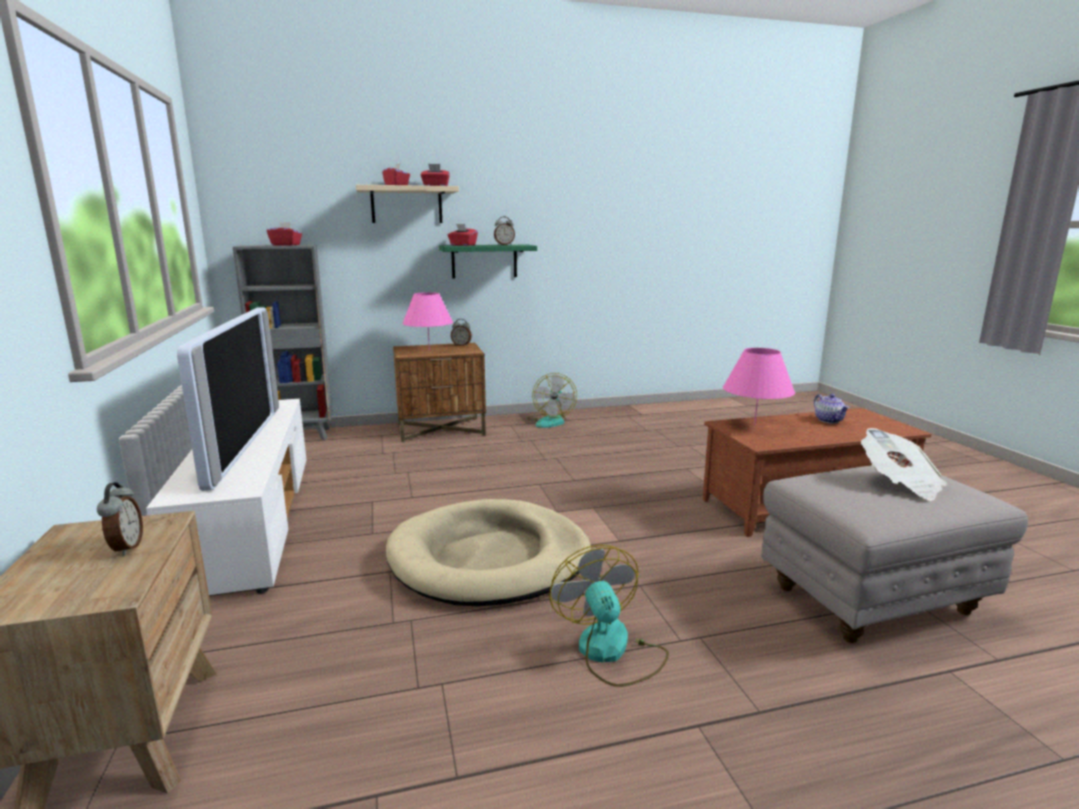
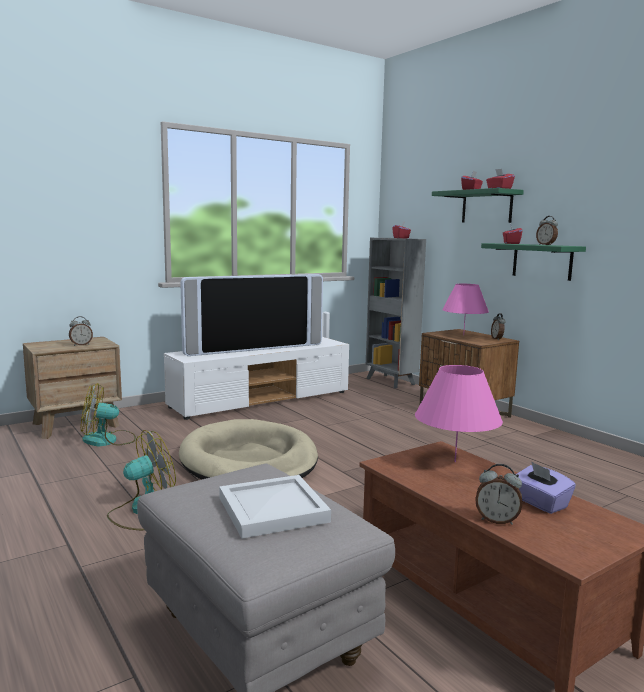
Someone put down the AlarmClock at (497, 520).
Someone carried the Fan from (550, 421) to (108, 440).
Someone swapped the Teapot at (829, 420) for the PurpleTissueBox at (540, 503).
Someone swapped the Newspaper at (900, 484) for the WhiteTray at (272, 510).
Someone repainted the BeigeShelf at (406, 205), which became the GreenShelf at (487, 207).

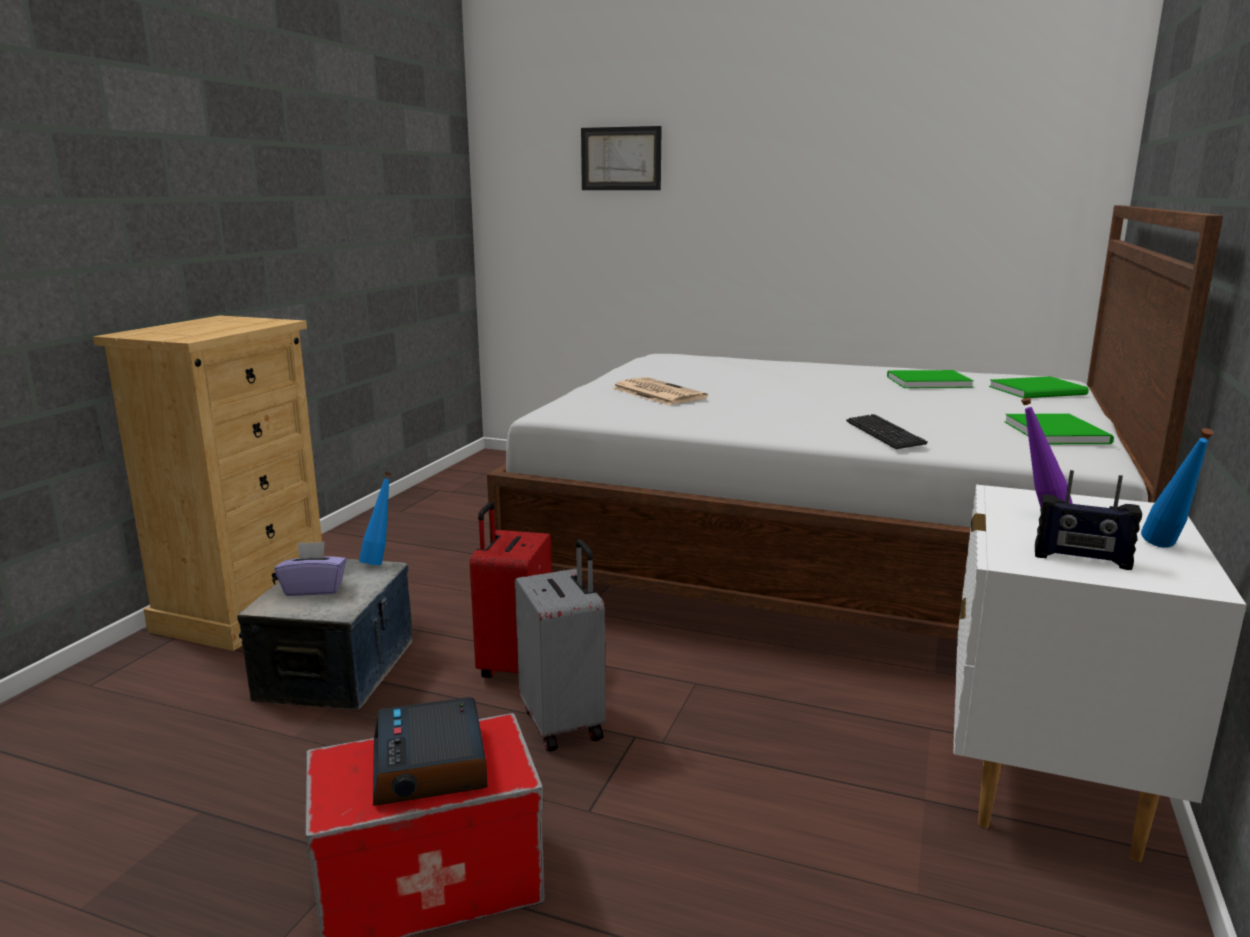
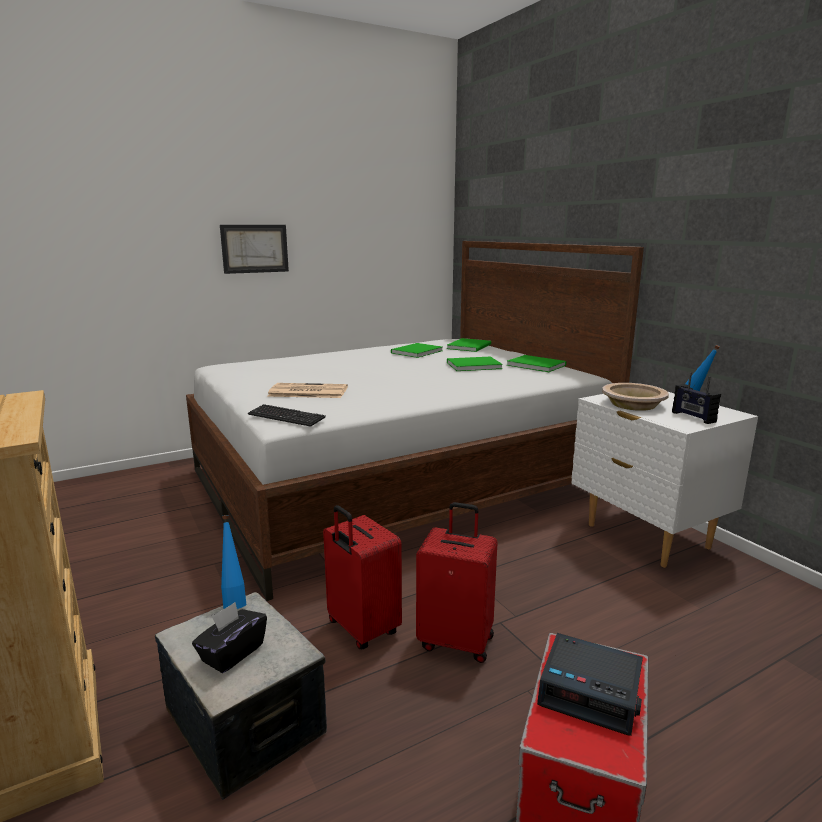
Someone put down the GreenBook at (472, 365).
Someone carried the Picture from (621, 158) to (255, 248).
Someone carried the Keyboard from (884, 434) to (286, 417).
Someone swapped the PurpleBottle at (1038, 515) for the BeigeBowl at (633, 404).
Someone repainted the PurpleTissueBox at (314, 589), which became the BlackTissueBox at (232, 653).
Someone repainted the GreySuitcase at (564, 723), which became the RedSuitcase at (456, 641).
Someone rotated the Radio at (1081, 559) by 90 degrees clockwise.

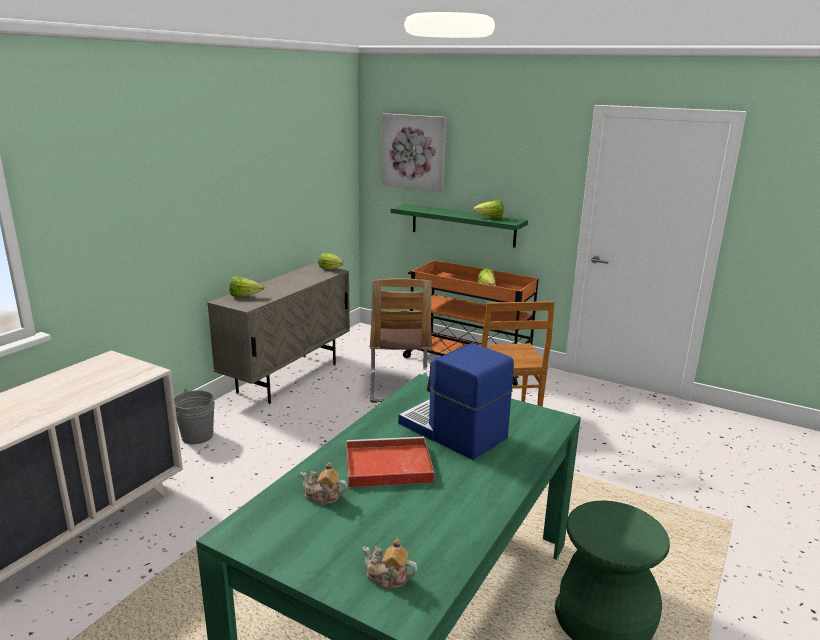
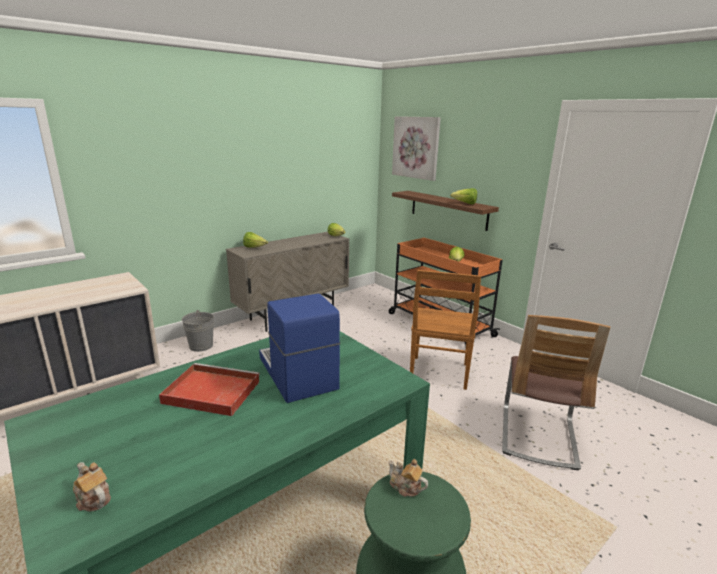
Someone carried the Teapot from (323, 497) to (405, 487).
Someone carried the Chair from (399, 387) to (538, 436).
Someone repainted the GreenShelf at (463, 225), which became the BrownShelf at (448, 210).

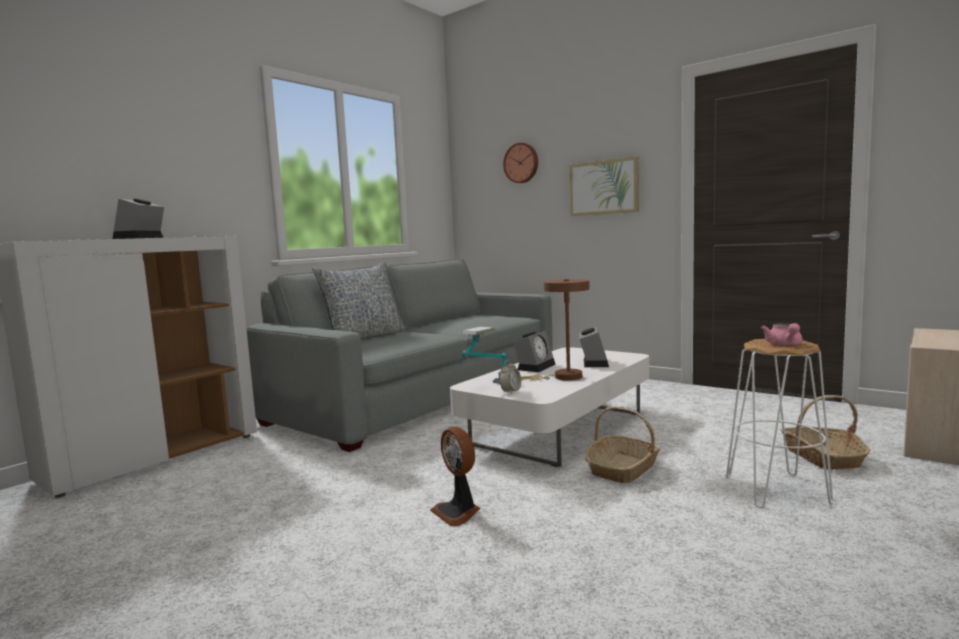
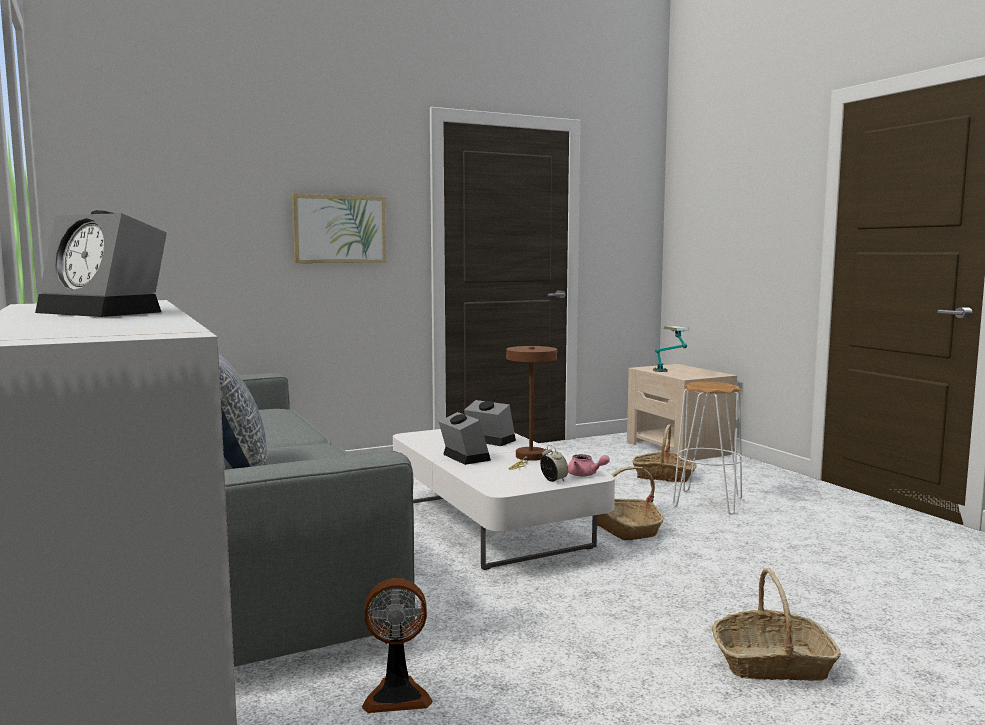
Someone took away the WallClock at (521, 163).
Someone put down the Basket at (772, 663).
Someone carried the Fan from (458, 512) to (397, 695).
Someone carried the TableLamp from (487, 387) to (670, 373).
Someone carried the PinkTeapot from (784, 345) to (585, 475).

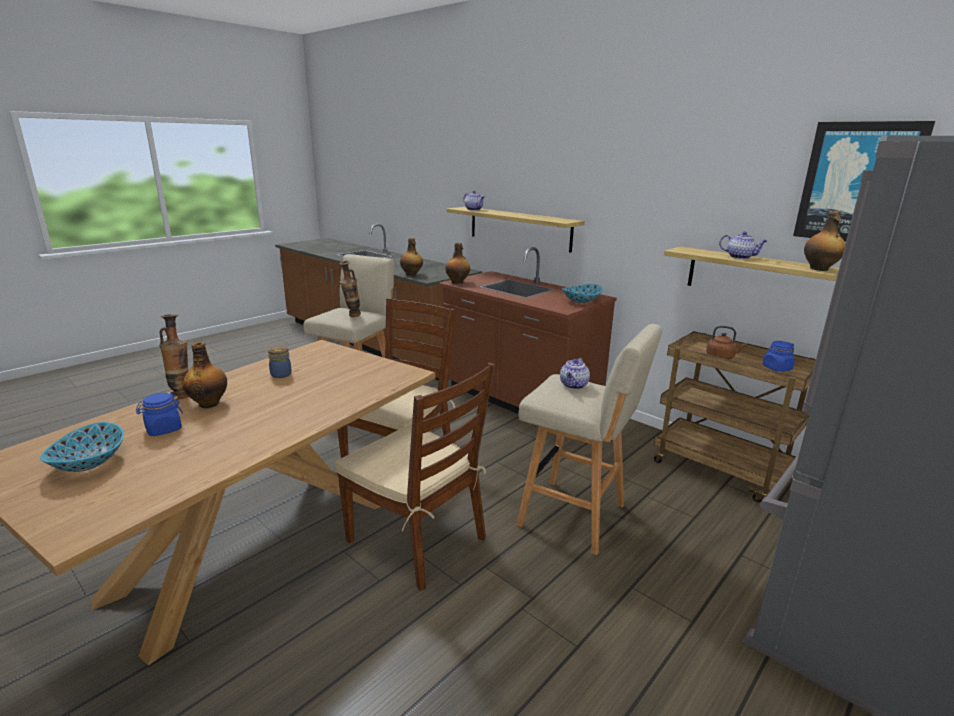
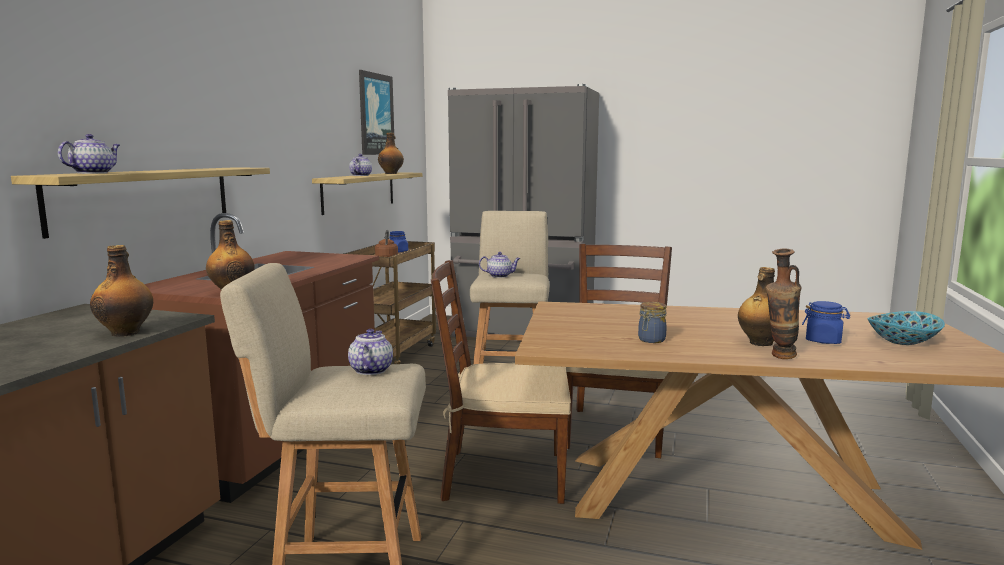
Someone took away the Bowl at (580, 301).
Someone swapped the Vase at (352, 316) for the Teapot at (371, 370).

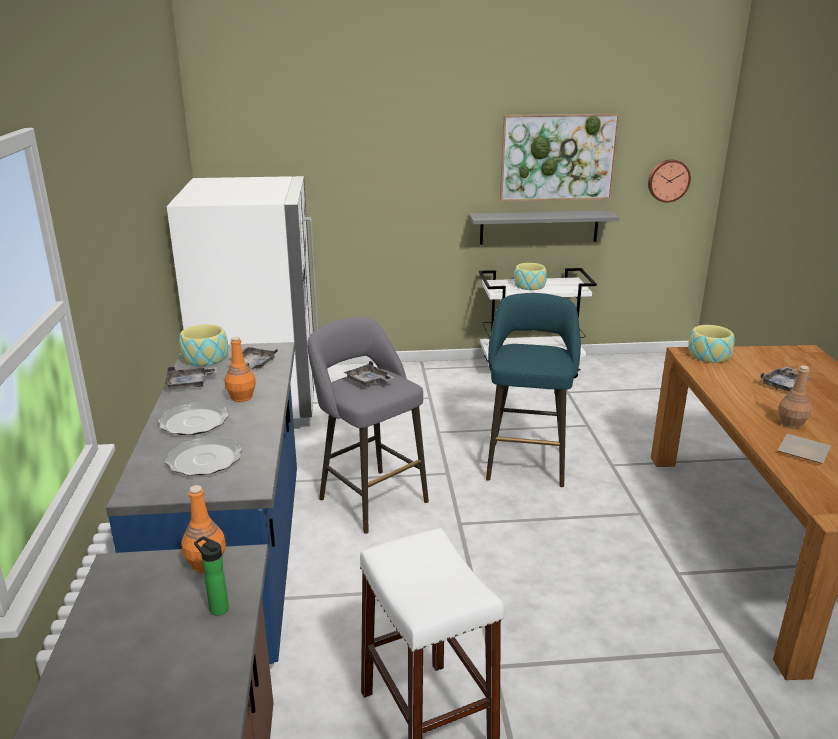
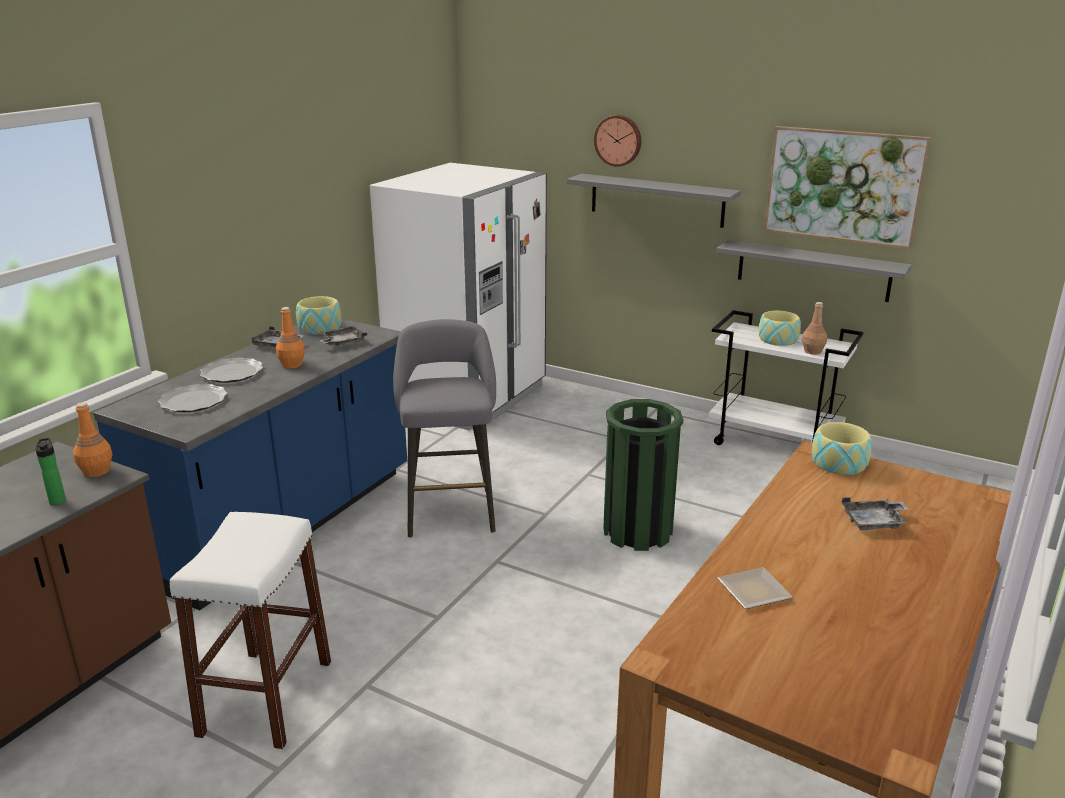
Someone took away the GreyTray at (369, 381).
Someone put up the GreyShelf at (656, 200).
Someone carried the WallClock from (668, 180) to (618, 140).
Someone carried the BrownBottle from (791, 423) to (812, 351).
Someone swapped the TurquoiseStool at (526, 461) for the GreenTrashCan at (637, 531).

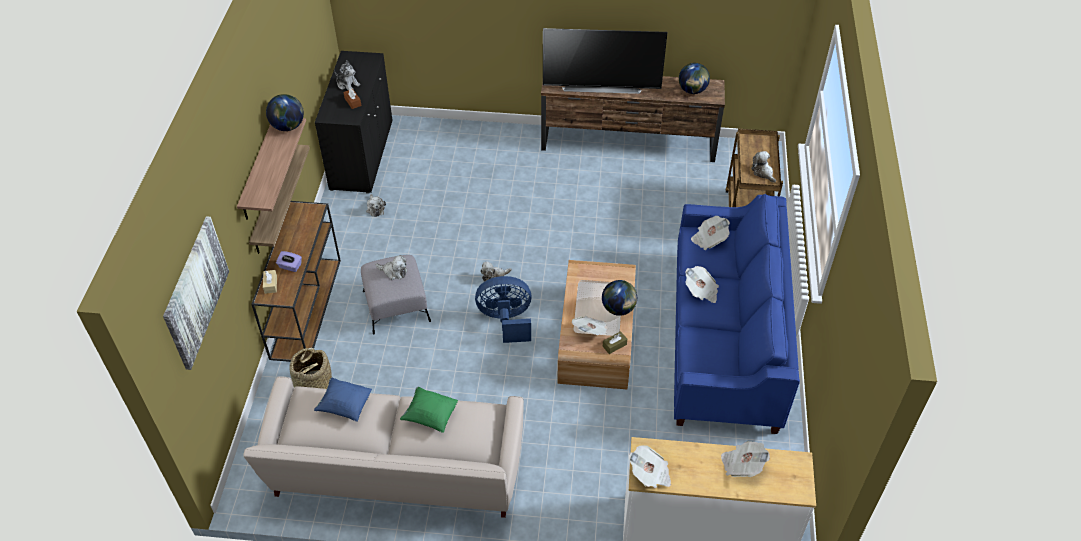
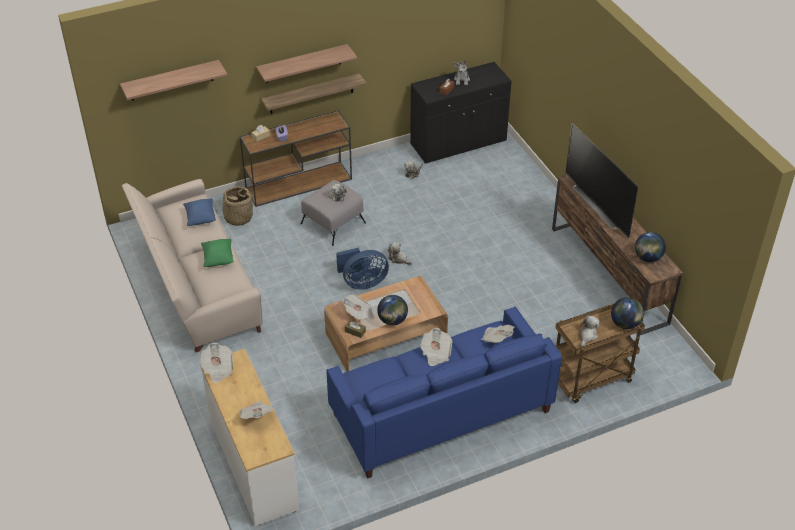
Someone carried the Globe from (288, 126) to (625, 324).
Someone swapped the Picture at (196, 292) for the Shelf at (171, 80).
Someone rotated the BlueFan at (506, 321) by 105 degrees clockwise.

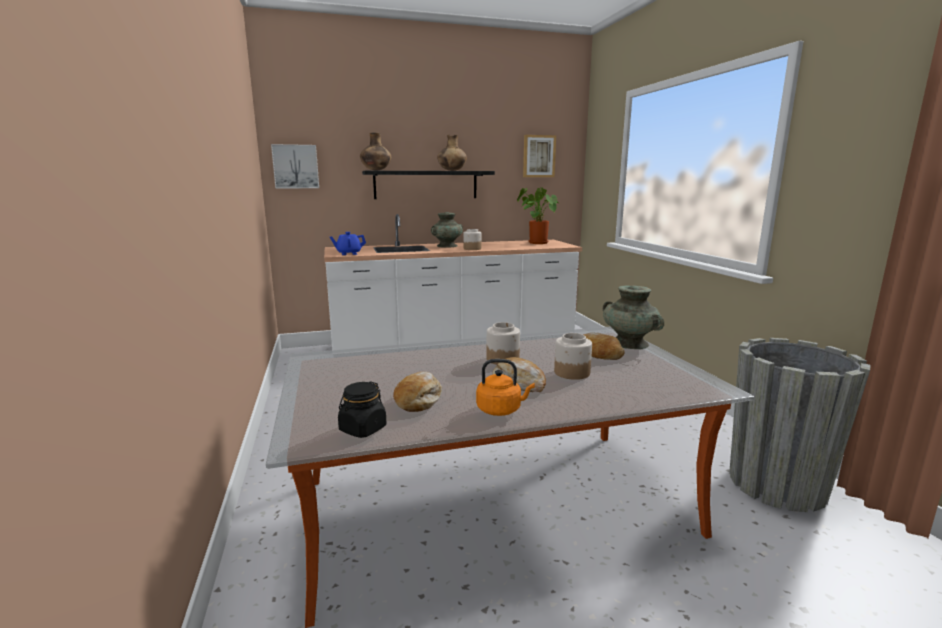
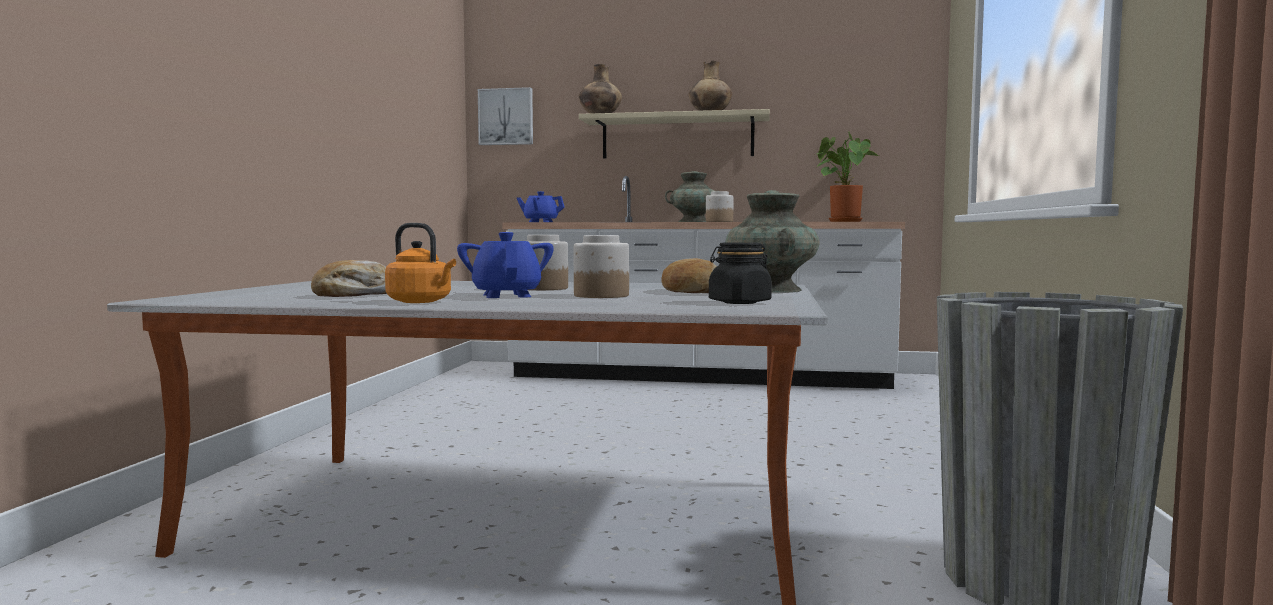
Someone took away the Picture at (539, 156).
Someone carried the BlackJar from (362, 429) to (739, 302).
Someone swapped the Bread at (519, 383) for the BlueTeapot at (507, 295).
Someone repainted the BlackShelf at (426, 185), which became the BeigeShelf at (677, 137).

